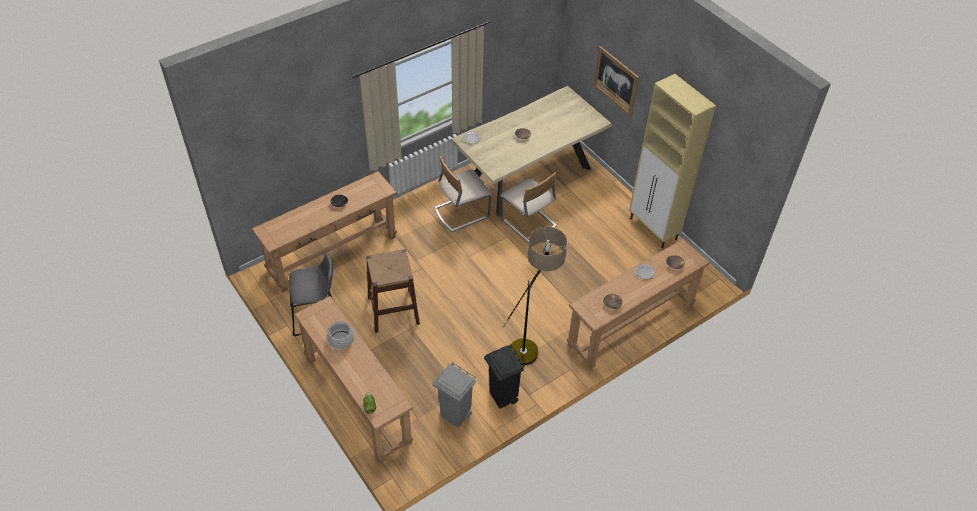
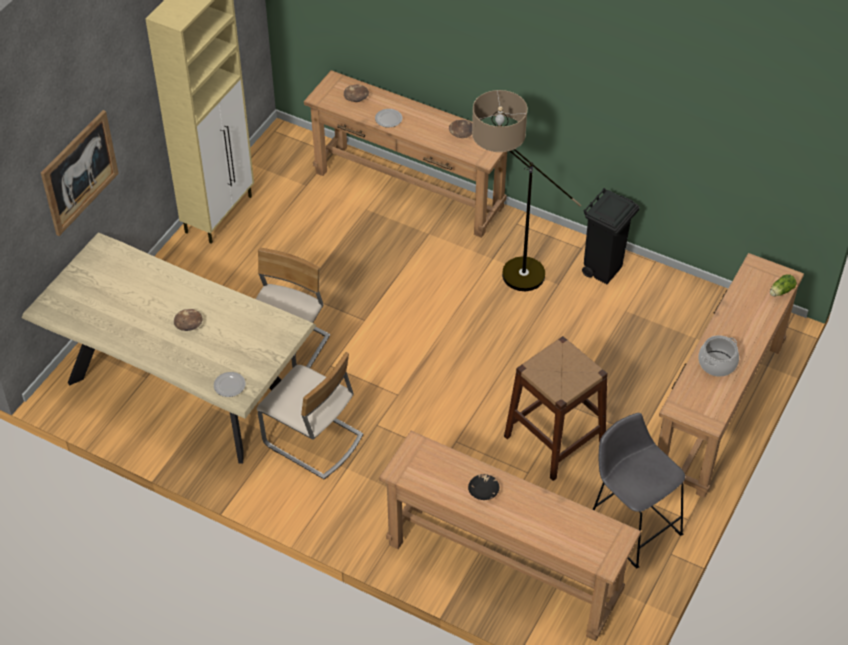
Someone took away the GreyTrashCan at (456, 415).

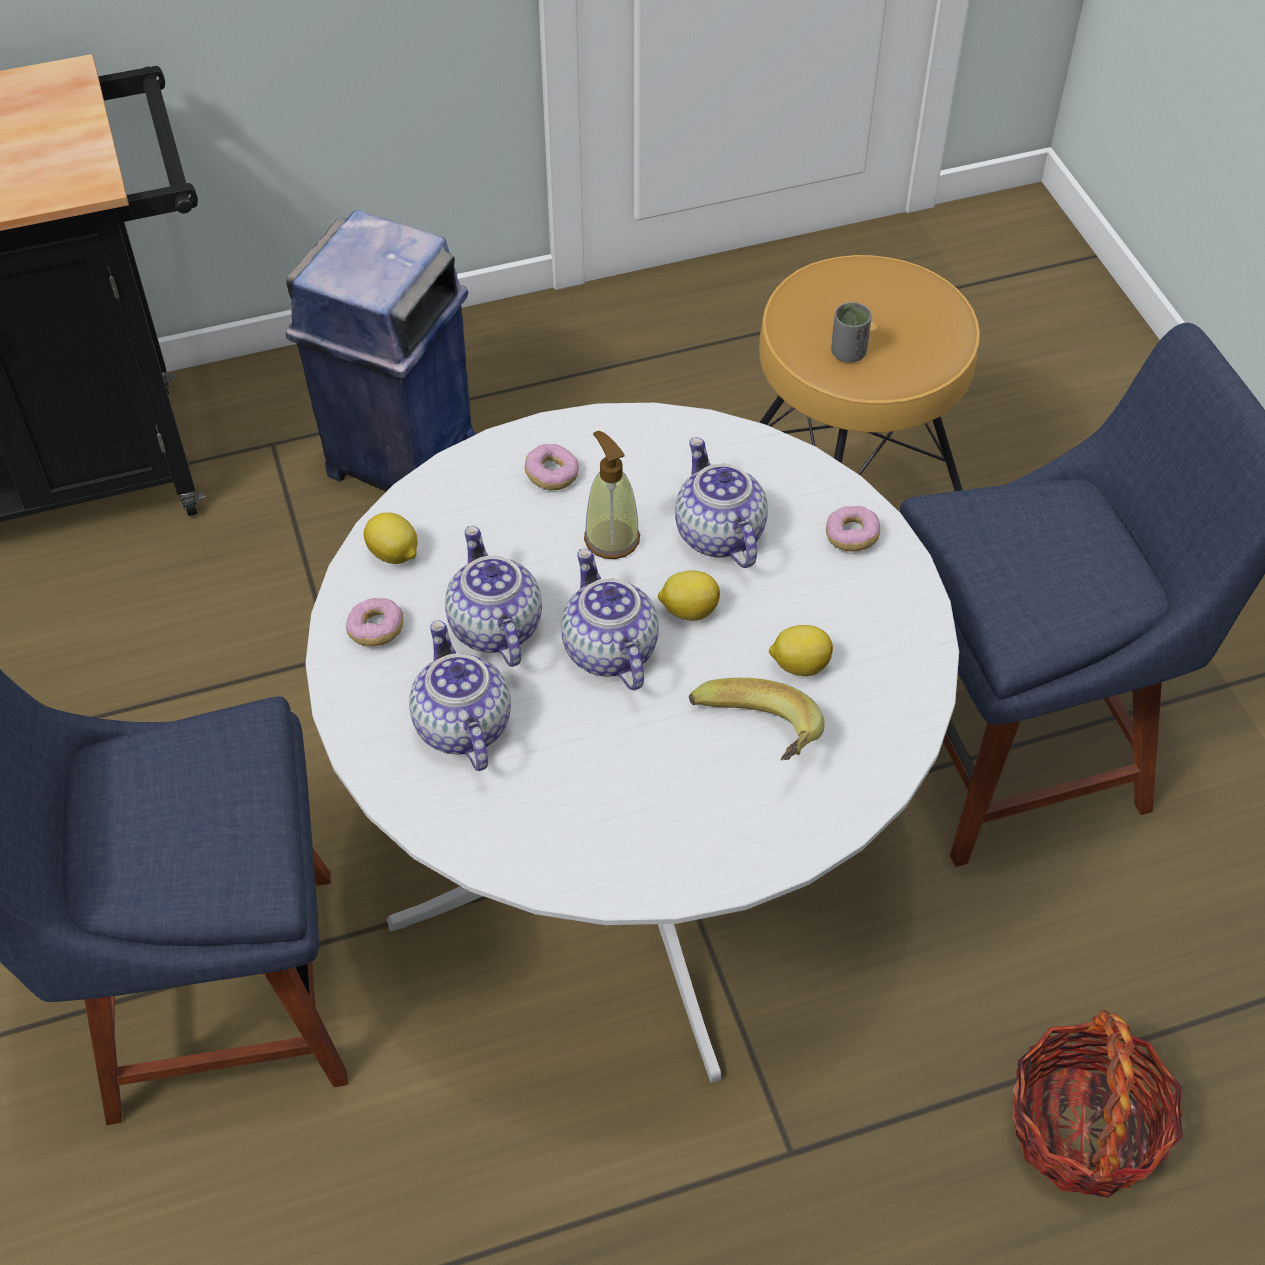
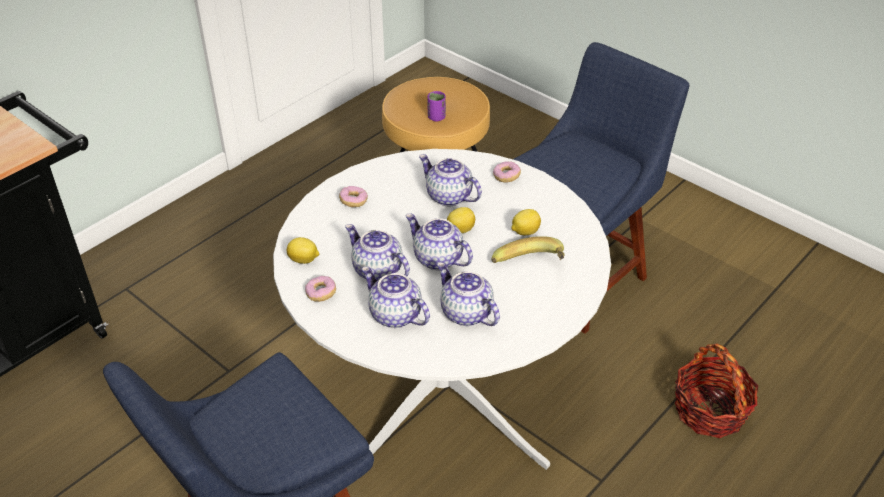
Someone took away the BlueTrashCan at (399, 459).
Someone took away the SoapDispenser at (611, 538).
Someone put down the Teapot at (465, 313).
Someone repainted the GreyCup at (848, 353), which became the PurpleCup at (436, 117).

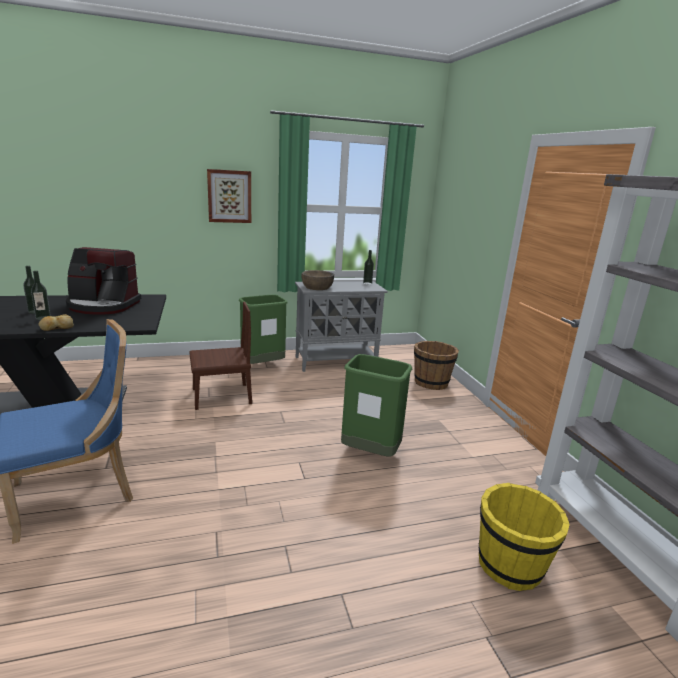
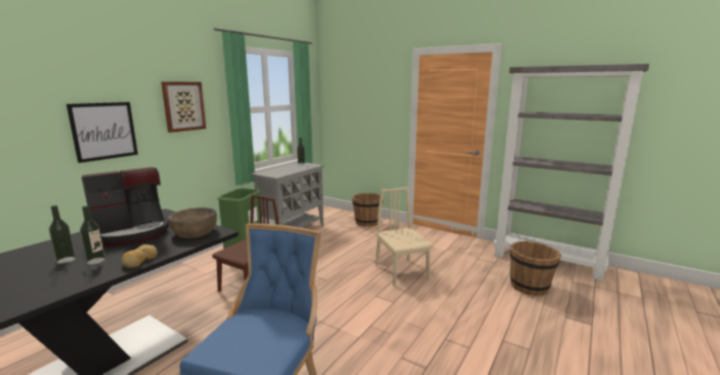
Someone put up the Picture at (104, 131).
Someone carried the BrownBowl from (317, 287) to (194, 232).
Someone swapped the GreenTrashCan at (370, 453) for the BeigeChair at (402, 272).
Someone repainted the YellowBucket at (510, 566), which became the BrownBucket at (530, 286).

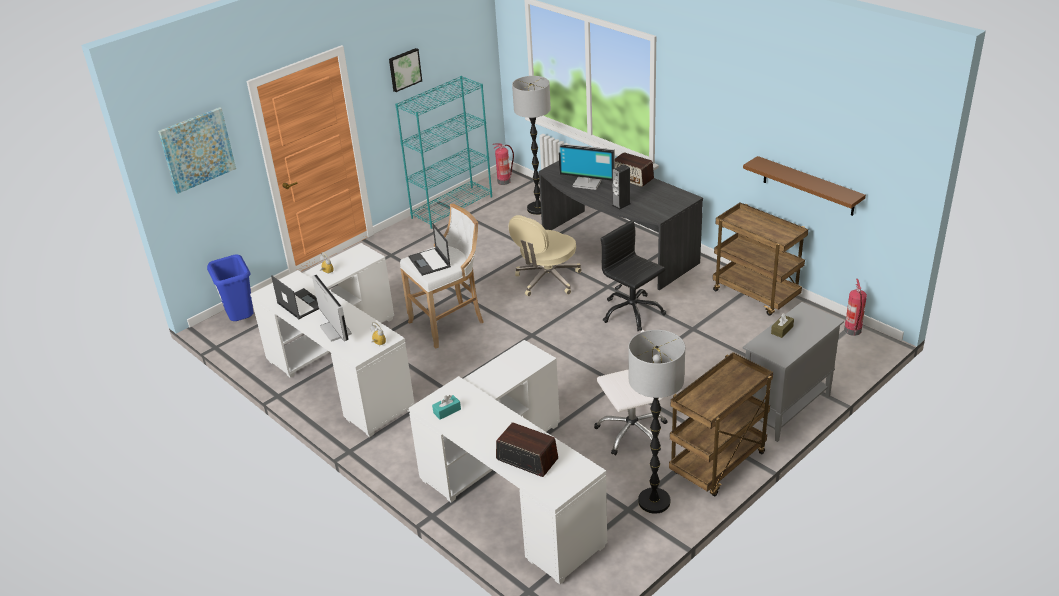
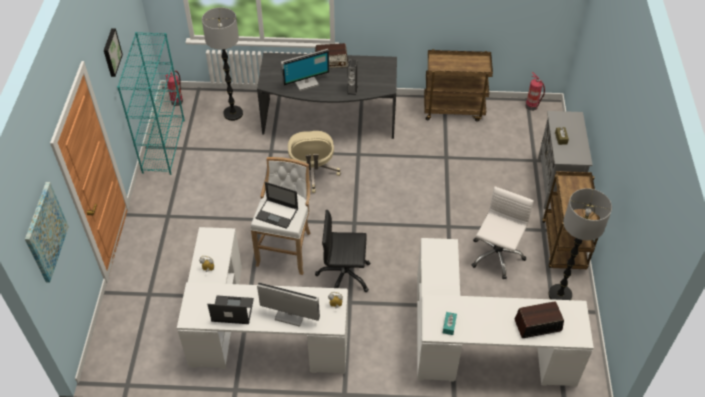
Someone took away the BlueTrashCan at (241, 321).
Someone took away the BrownShelf at (808, 186).
Someone carried the BlackOfficeChair from (632, 312) to (344, 276).

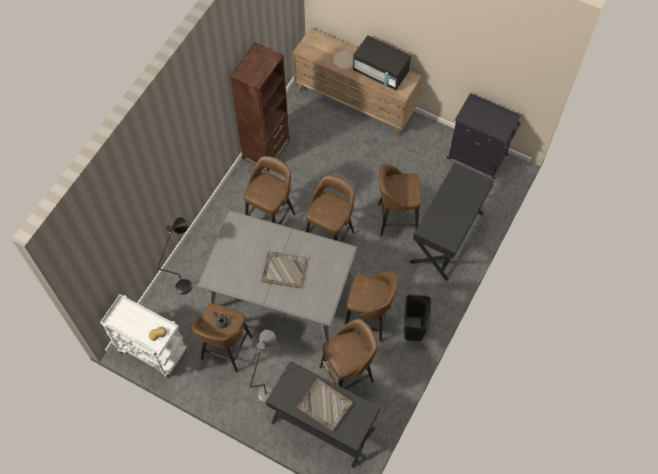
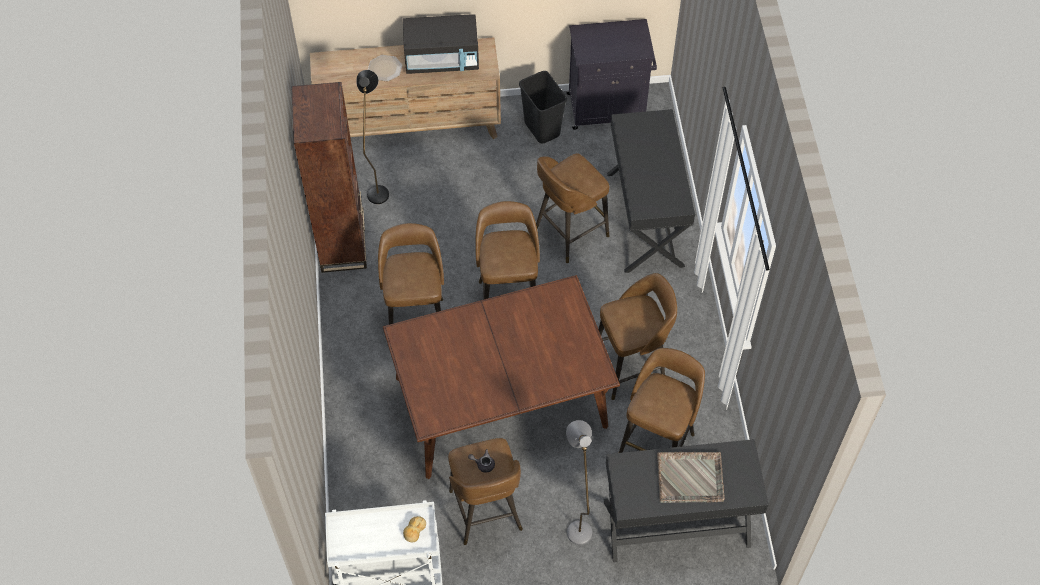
Someone took away the GreyTray at (283, 270).
Someone carried the BlackFloorLamp from (187, 282) to (378, 188).
Someone carried the BlackTrashCan from (414, 328) to (542, 129).
Someone repainted the GreyDiningTable at (280, 293), which became the BrownDiningTable at (500, 403).

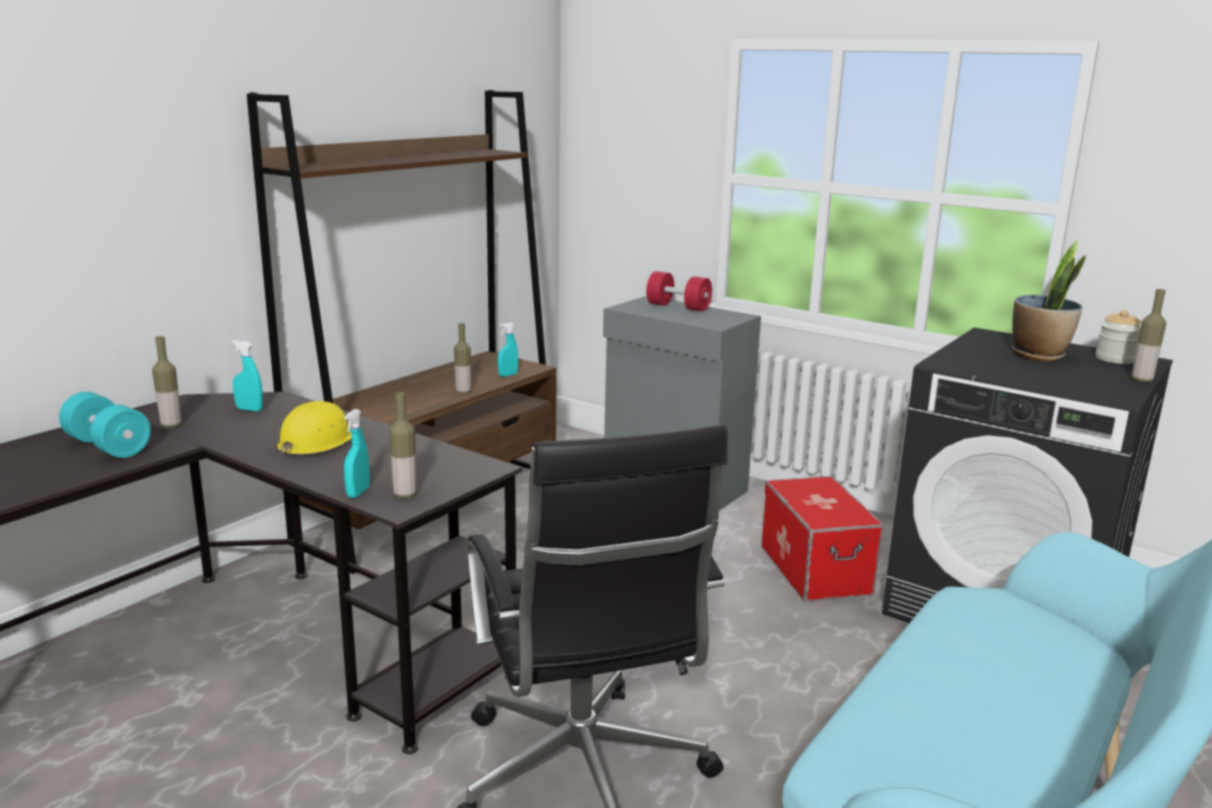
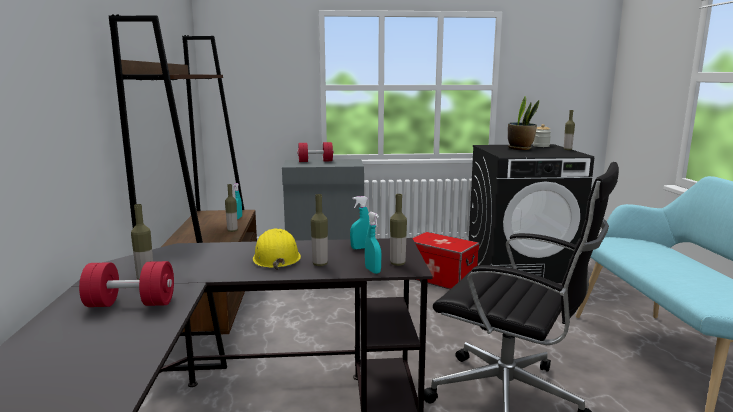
Someone put down the Bottle at (320, 264).
Someone carried the TurquoiseSprayBottle from (249, 409) to (361, 248).
Someone repainted the TurquoiseDumbbell at (108, 446), which became the RedDumbbell at (131, 304).

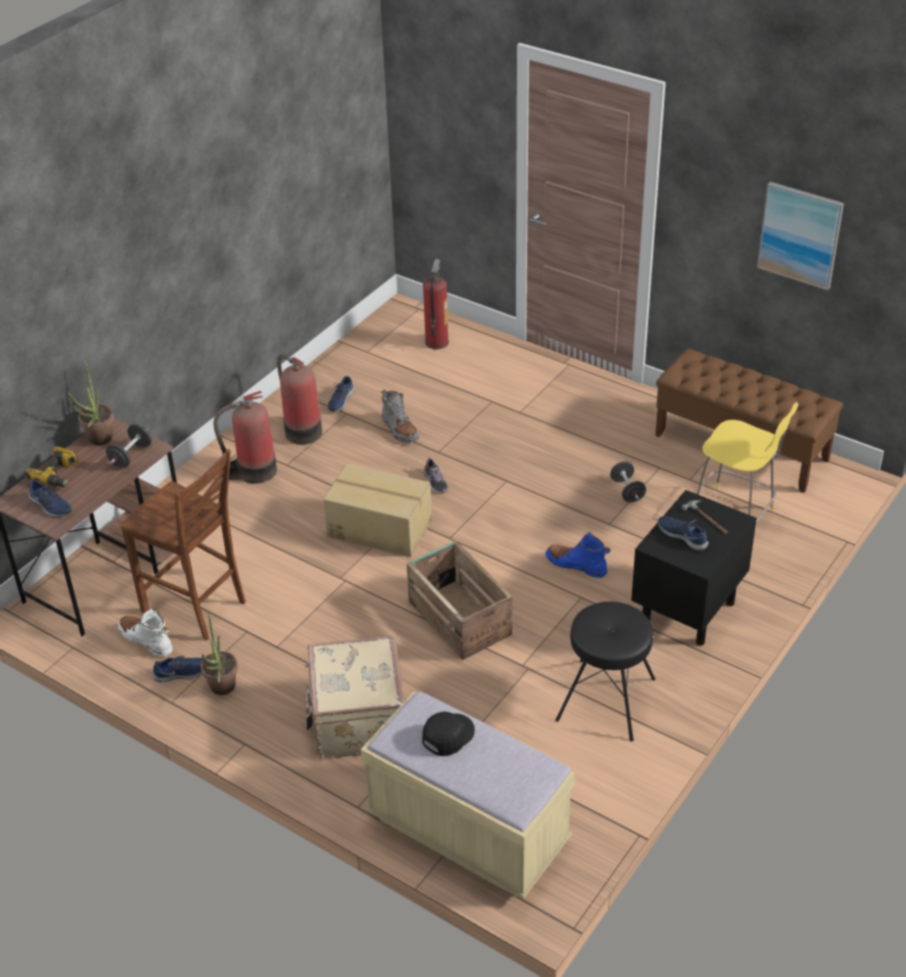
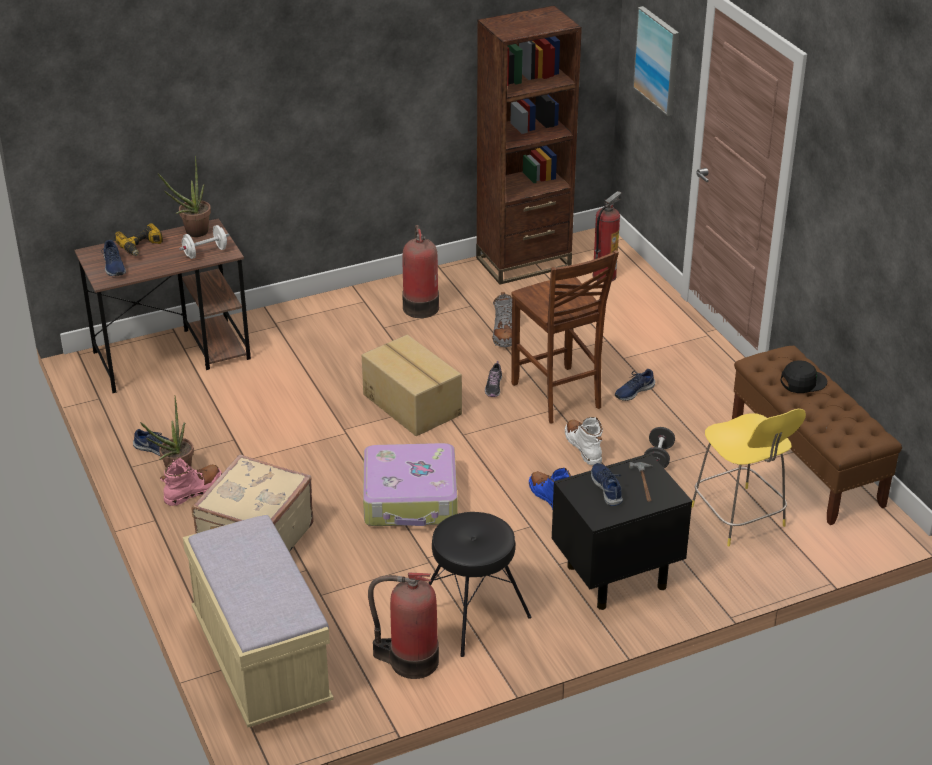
Someone put down the PinkBoot at (193, 490).
Someone put down the BrownBookcase at (523, 262).
Someone carried the WhiteBoot from (146, 640) to (583, 447).
Someone carried the BrownChair from (196, 607) to (557, 397).
Someone carried the FireExtinguisher from (254, 472) to (410, 661).
Someone carried the BlueShoe from (340, 400) to (633, 391).
Someone carried the BlackCap from (447, 735) to (802, 382).
Someone carried the Picture from (800, 235) to (657, 60).
Someone swapped the Crate at (459, 617) for the Suitcase at (411, 499).
Someone repainted the BlackDumbbell at (131, 456), which became the WhiteDumbbell at (205, 252).

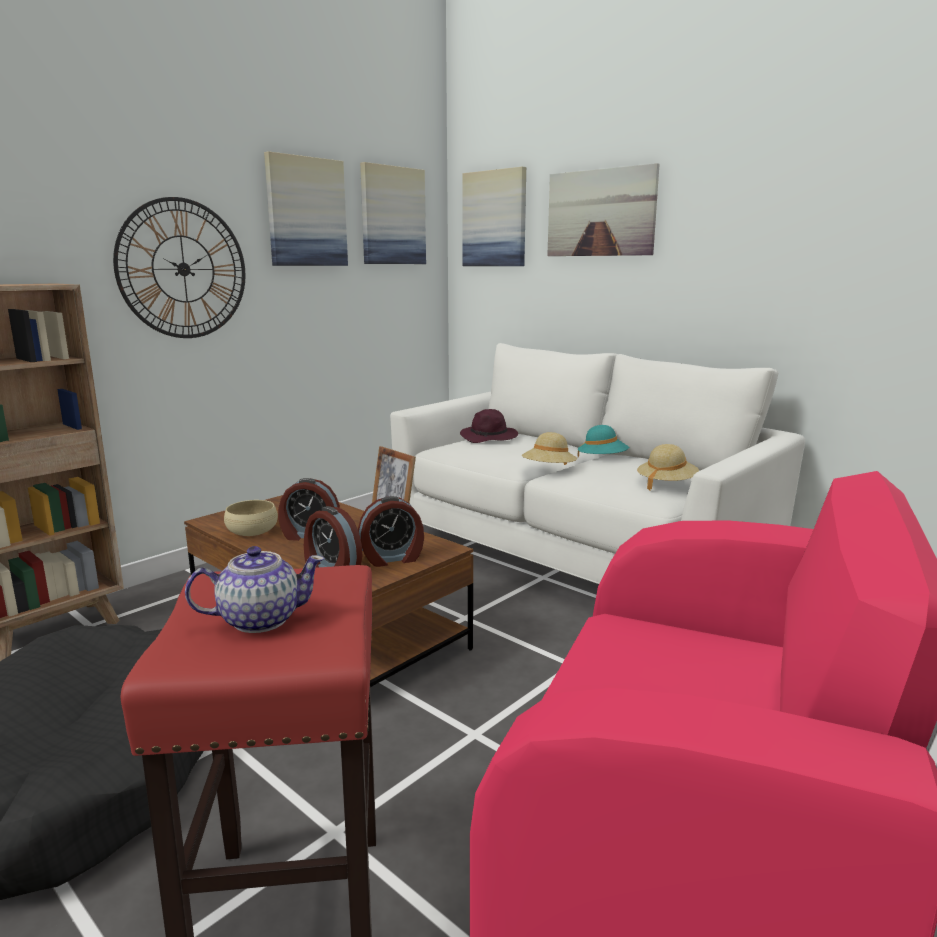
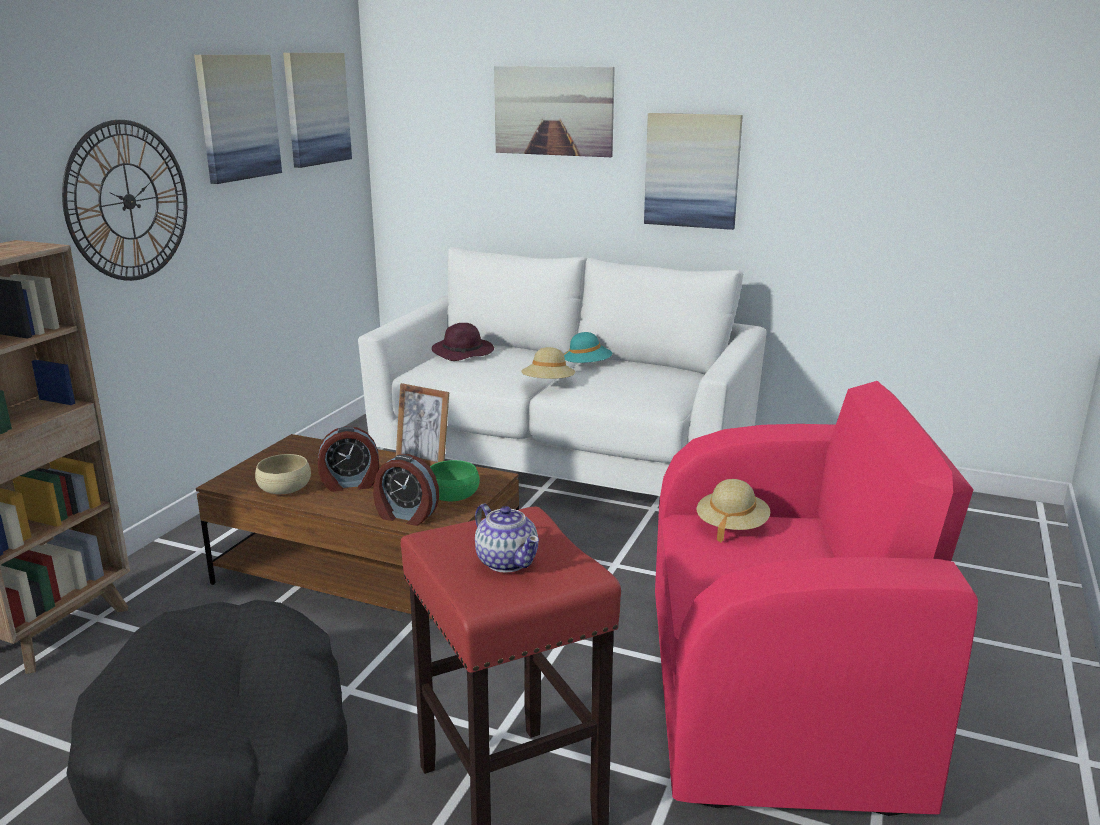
Someone carried the Picture from (495, 219) to (692, 170).
Someone carried the BeigeHat from (666, 484) to (731, 526).
Someone swapped the AlarmClock at (392, 558) for the GreenBowl at (452, 495).
Someone rotated the Teapot at (259, 619) by 90 degrees clockwise.

